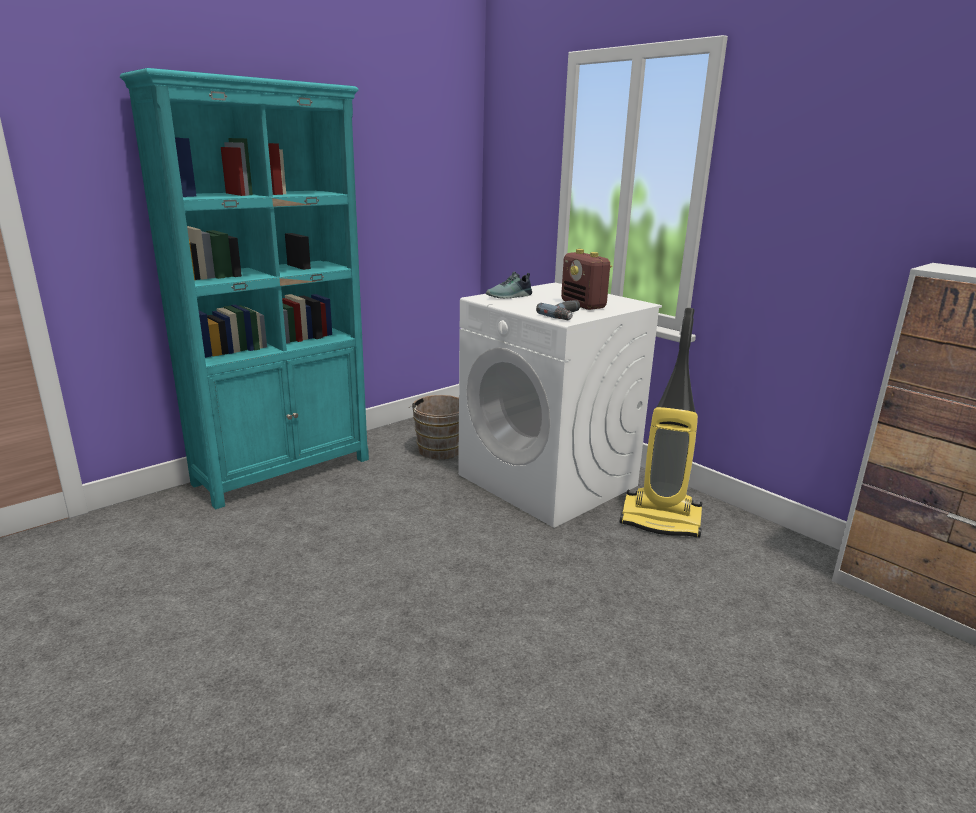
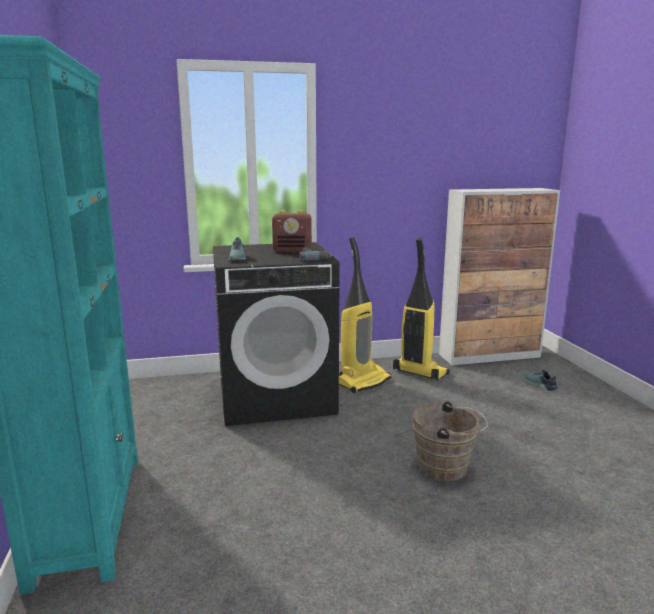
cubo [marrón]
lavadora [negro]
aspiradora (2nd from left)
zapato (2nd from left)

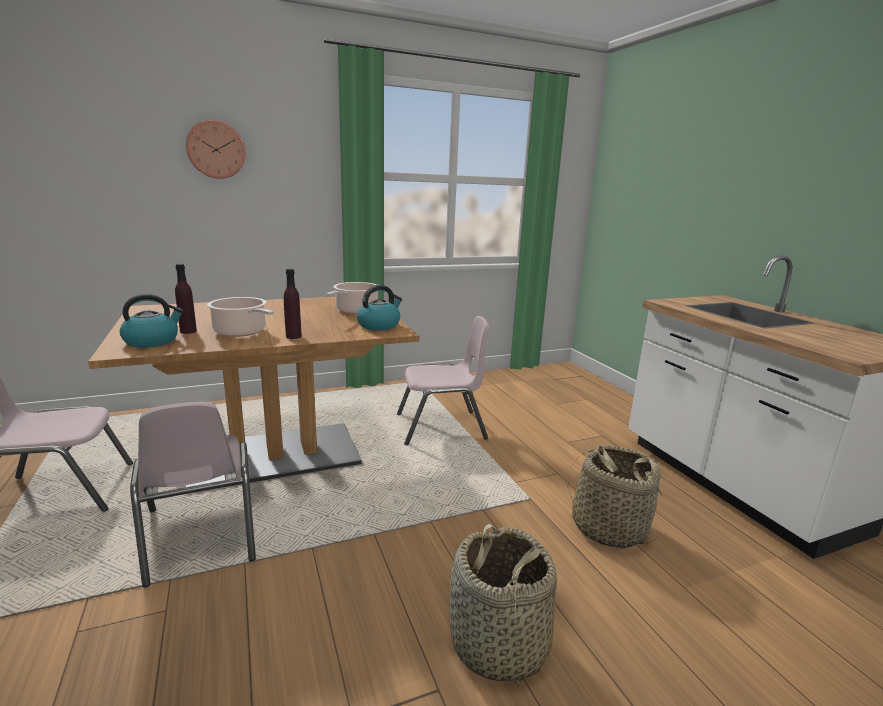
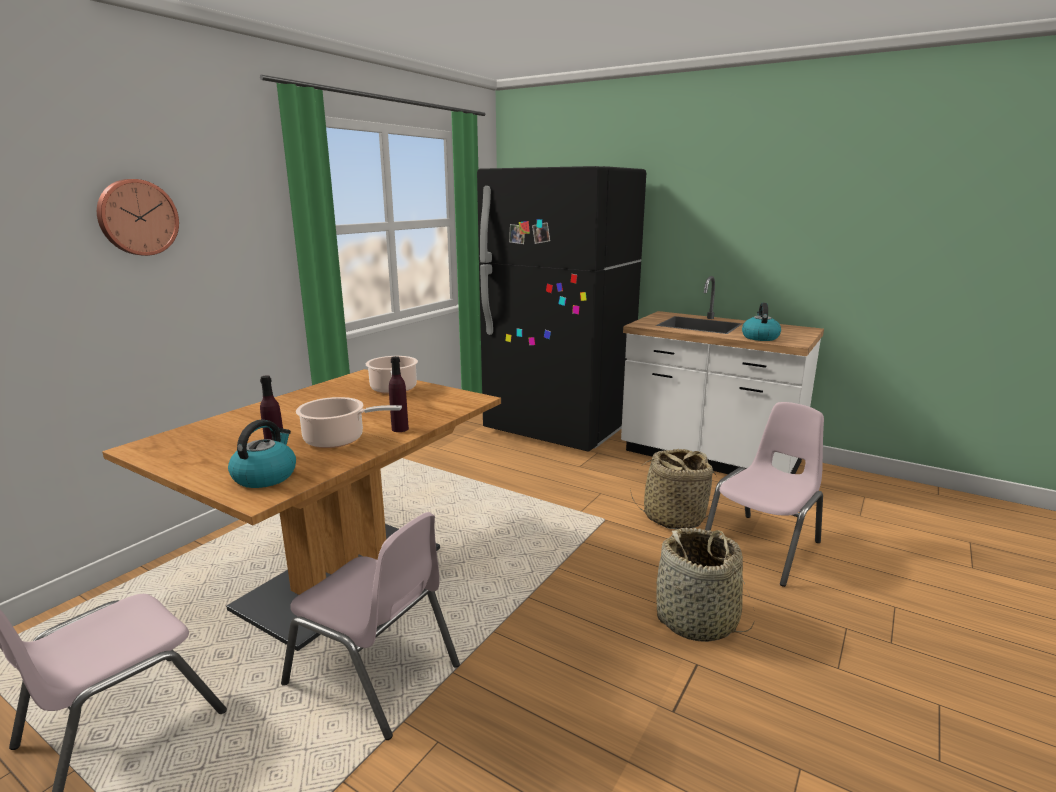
hervidor (2nd from left)
silla [rosa] (3rd from left)
nevera [negro]

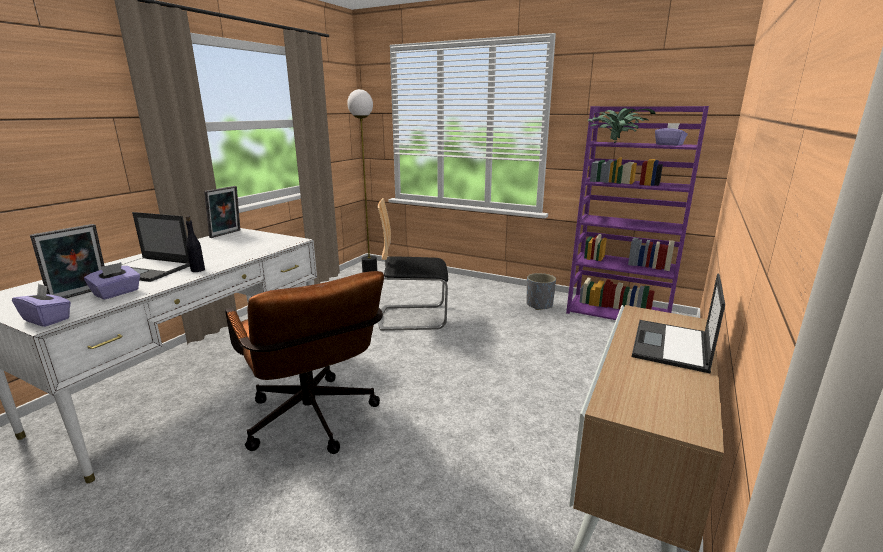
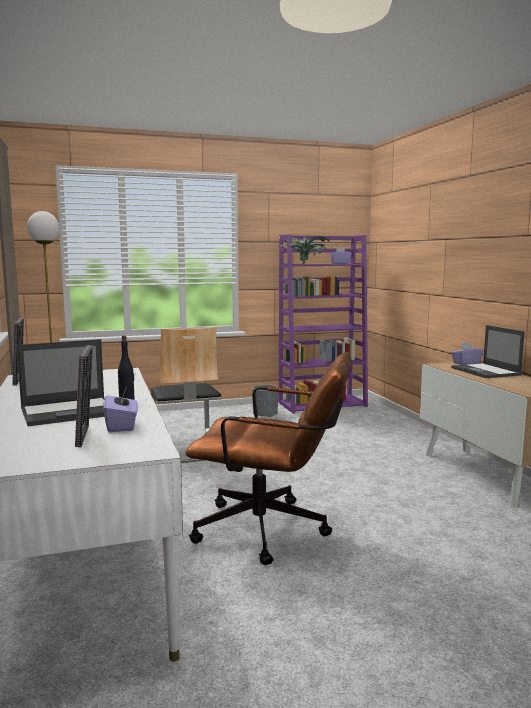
caja de pañuelos [morado] (3rd from left)
silla

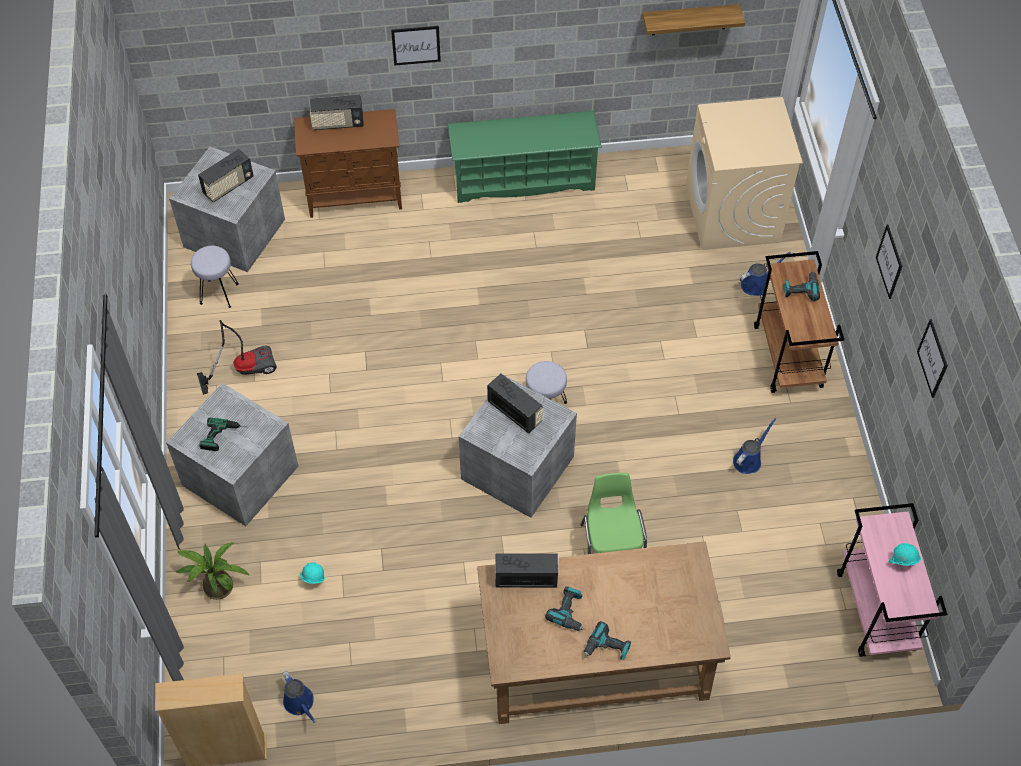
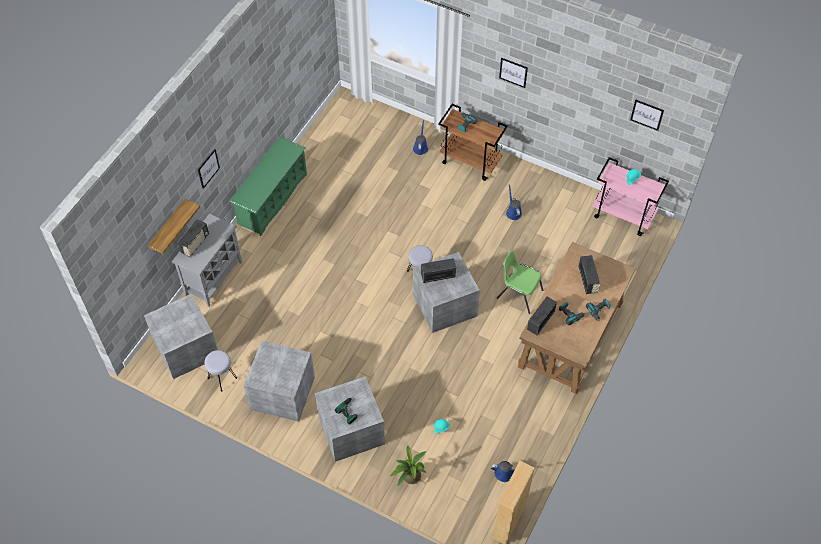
caja de almacenaje [gris] (2nd from left)
radio (4th from left)
armario [gris]
estante
lavadora [beis]
cuadro (3rd from left)

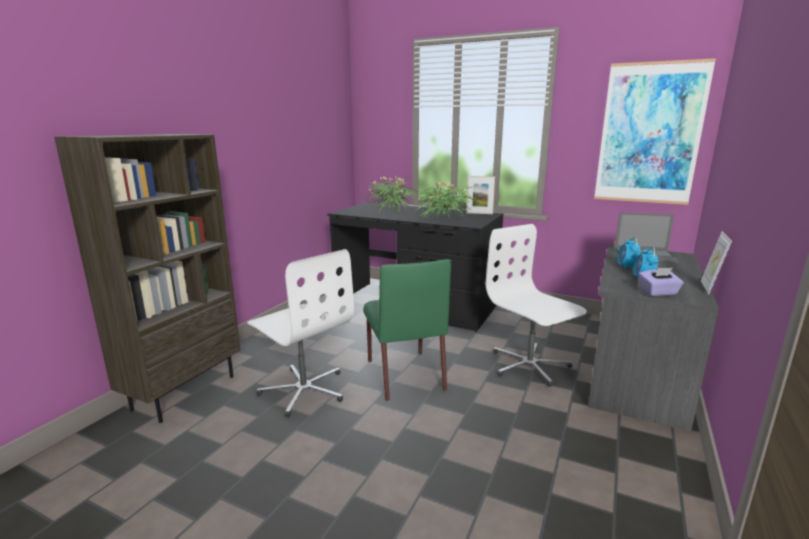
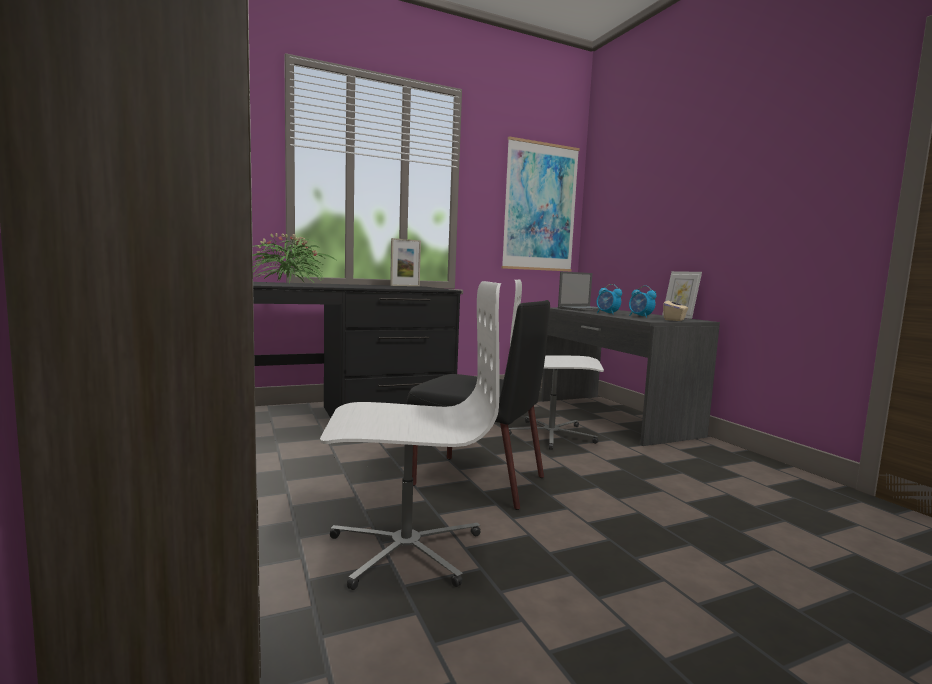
silla [negro]
planta en maceta (2nd from left in the first image)
caja de pañuelos [beis]

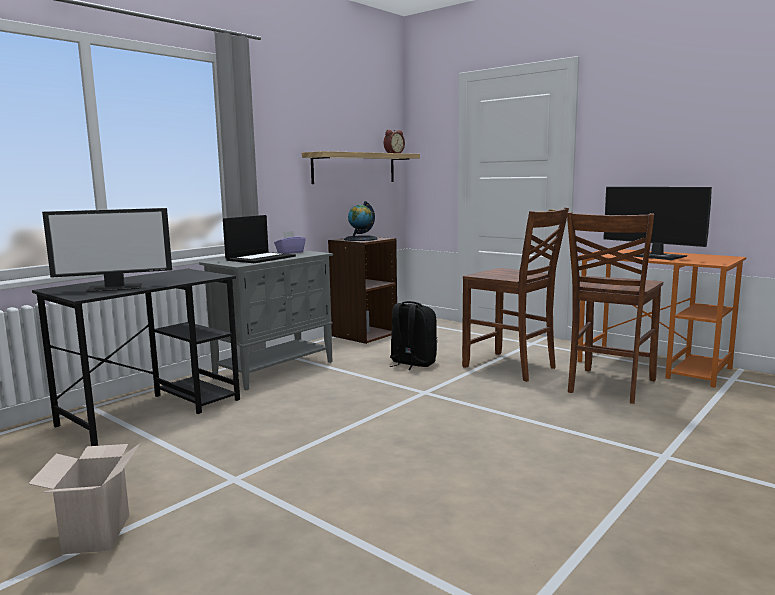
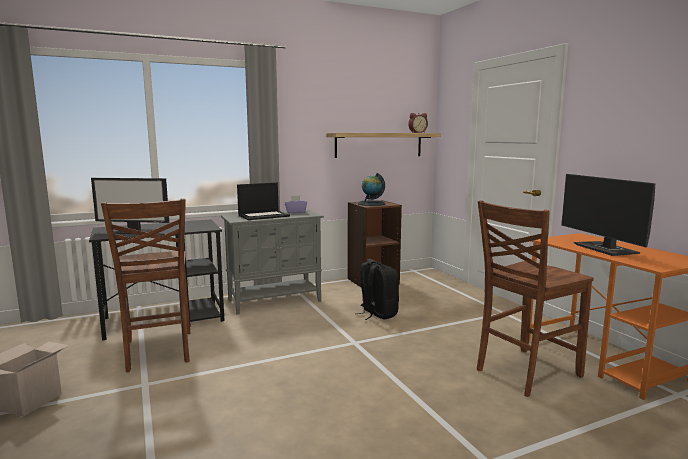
silla [marrón] (1st from left)

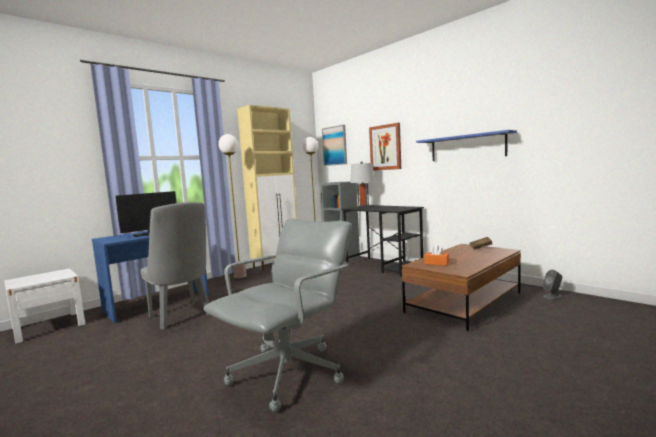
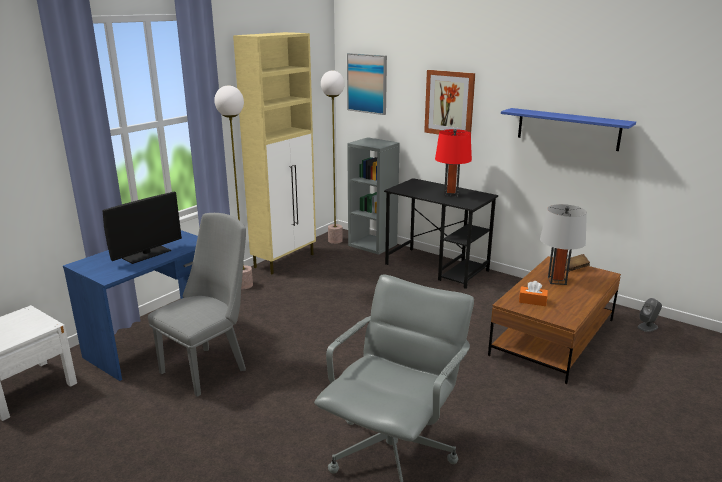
silla [gris]
lámpara de mesa [gris]
lámpara de mesa [rojo]

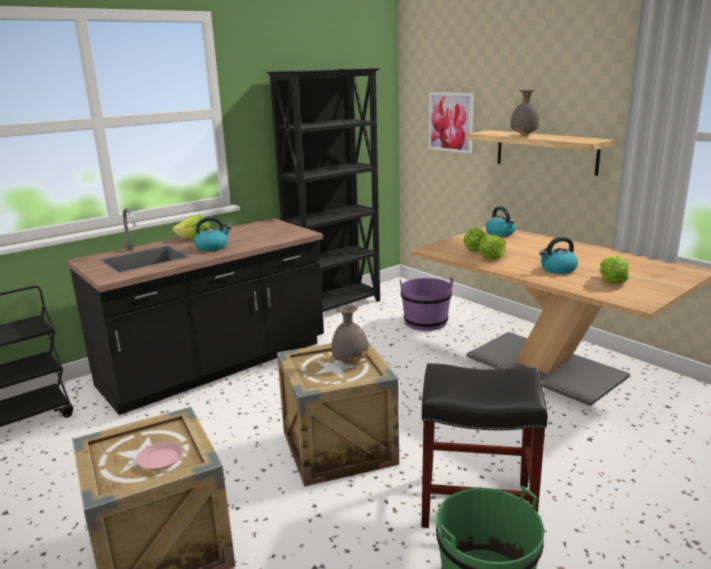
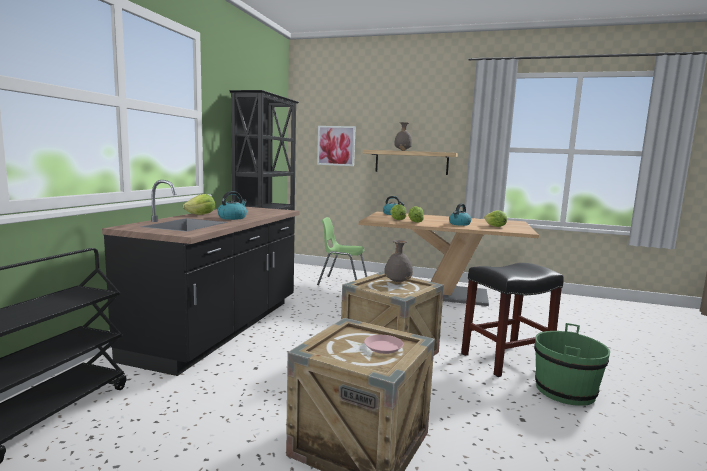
silla [verde]

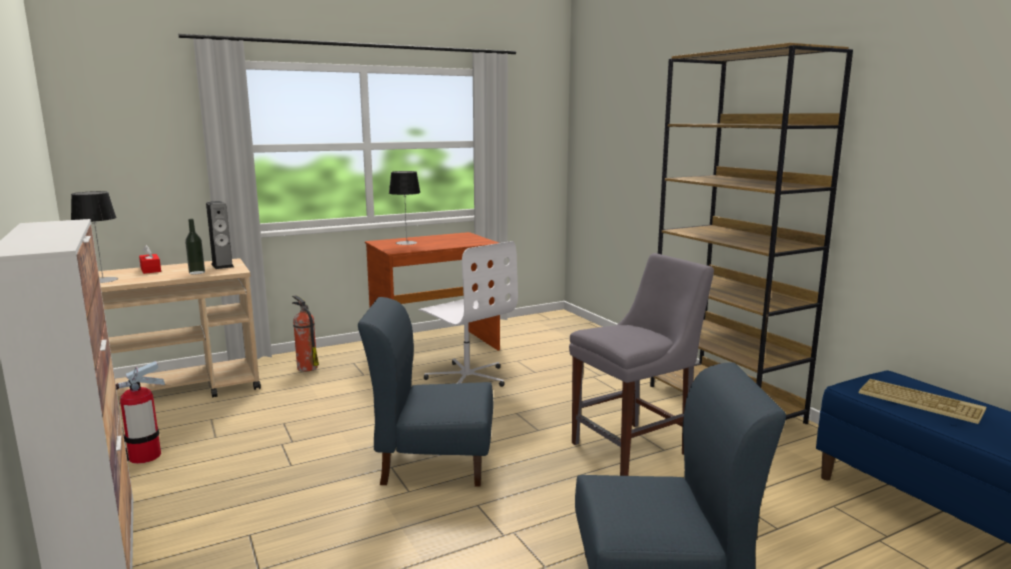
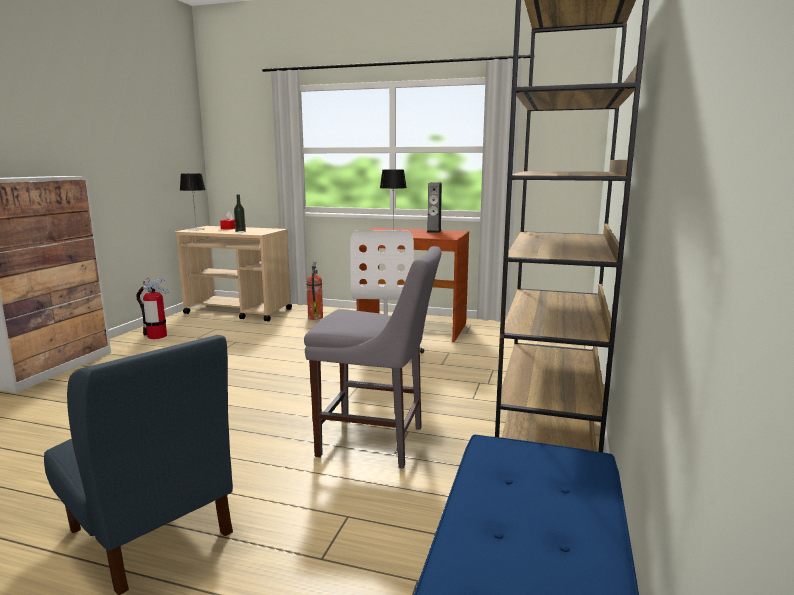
altavoz
silla [azul] (1st from left in the first image)
teclado

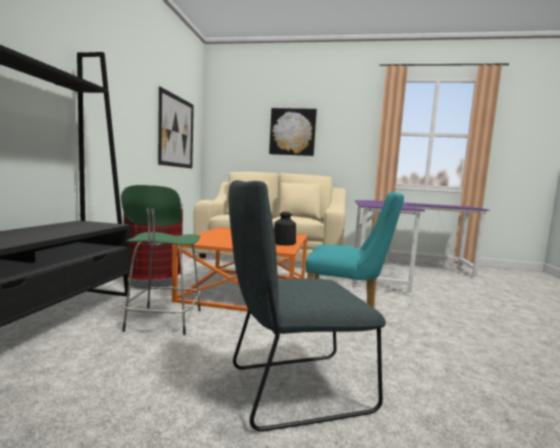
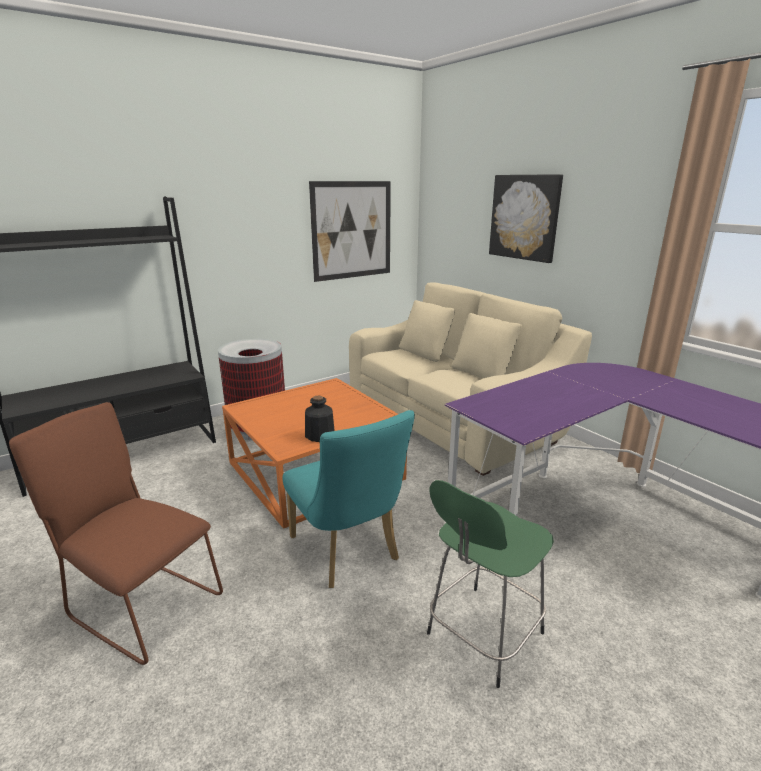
taburete [verde]
silla [marrón]

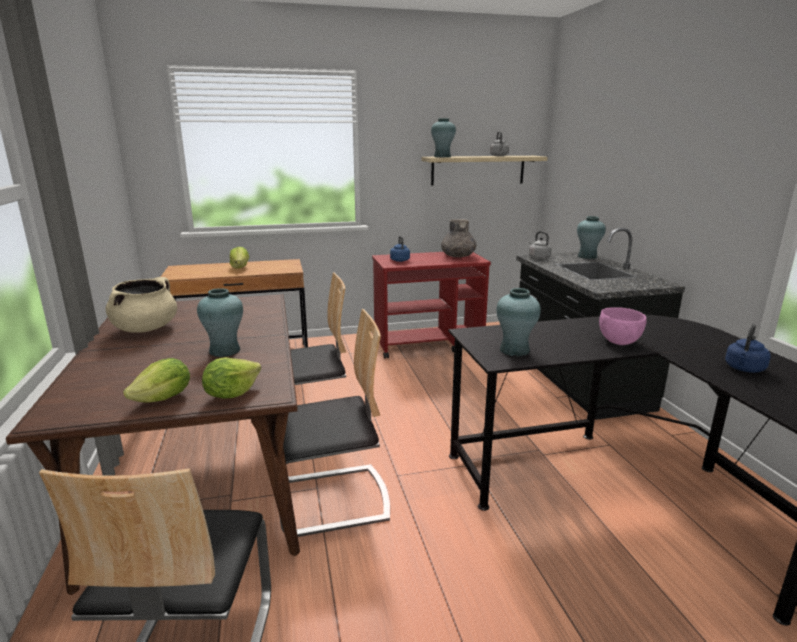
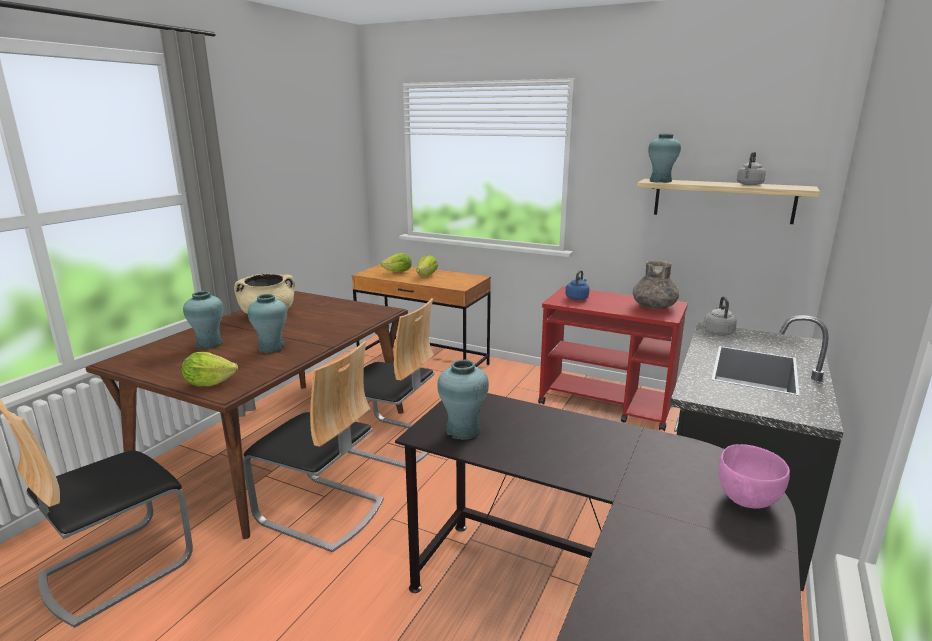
lechuga (2nd from left)
florero [turquesa] (1st from left)
cuenco [rosa]
hervidor [azul] (2nd from left in the first image)

